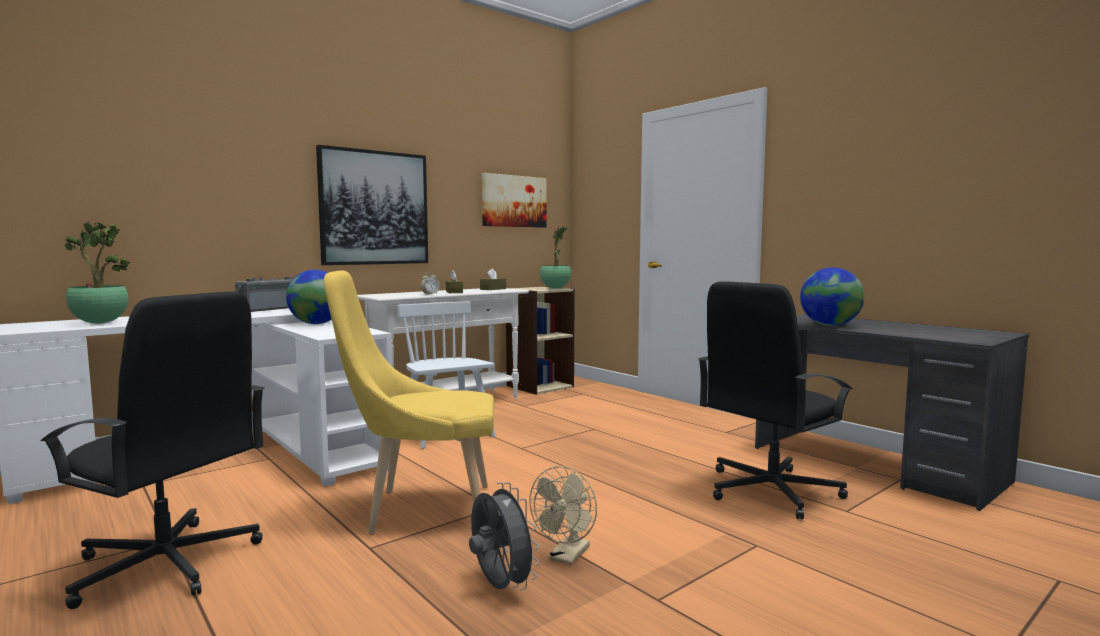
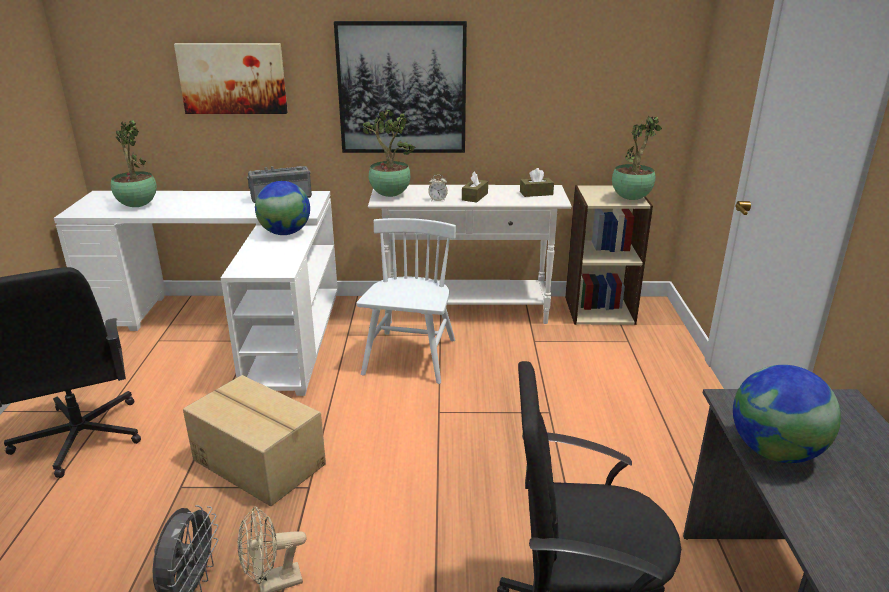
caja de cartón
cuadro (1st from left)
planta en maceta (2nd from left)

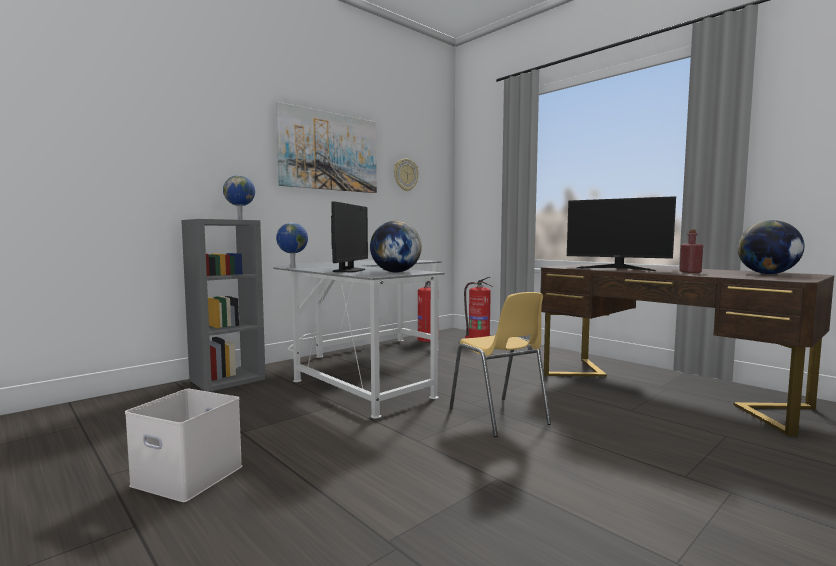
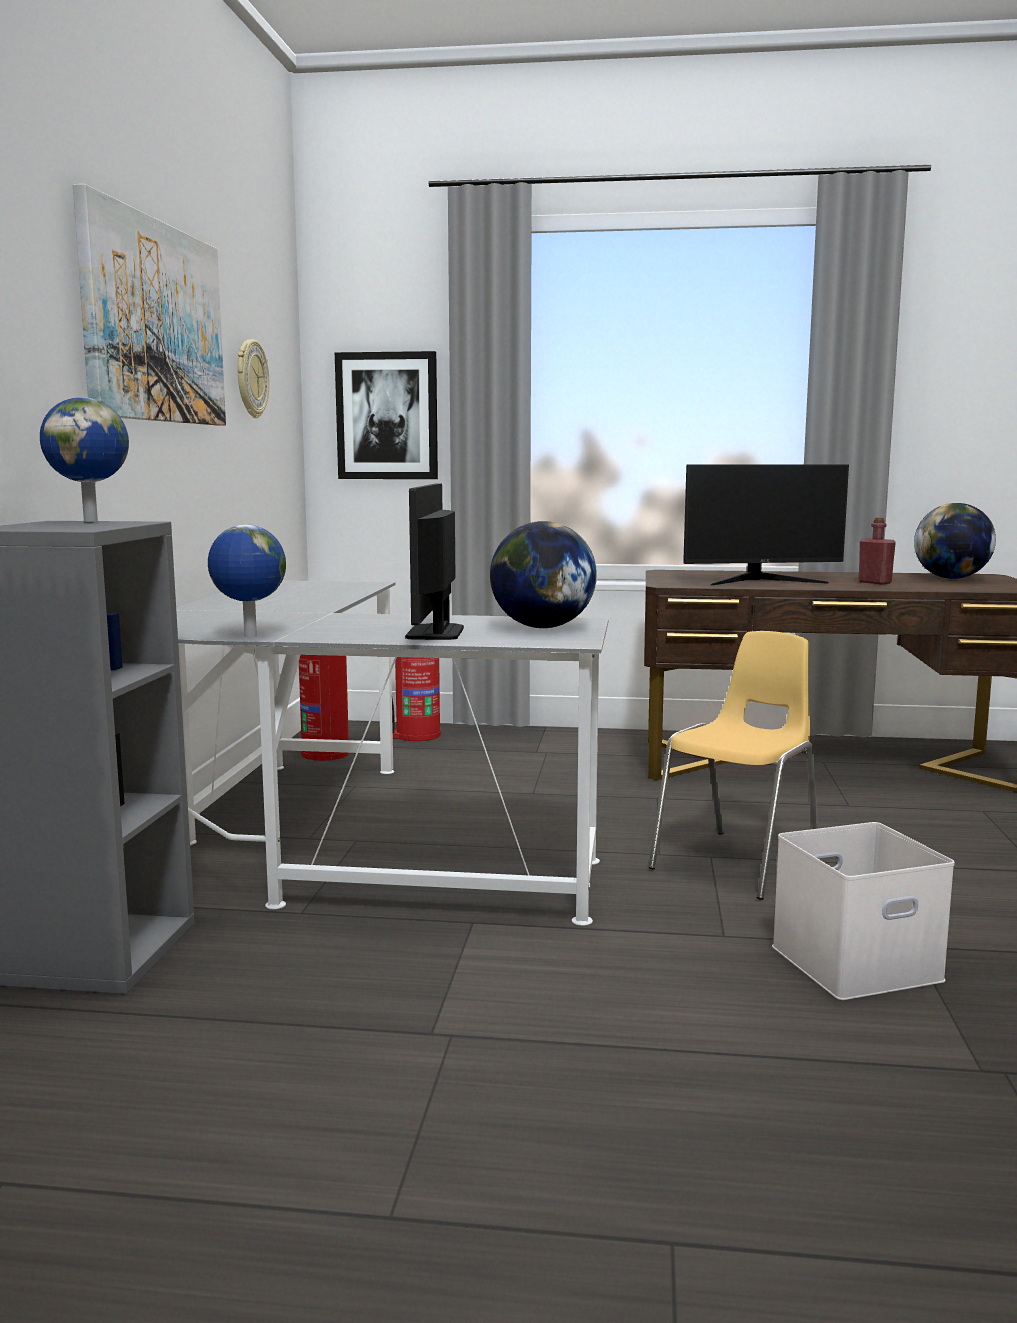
caja de almacenaje [blanco]
monitor (1st from left)
silla [amarillo]
cuadro (2nd from left)

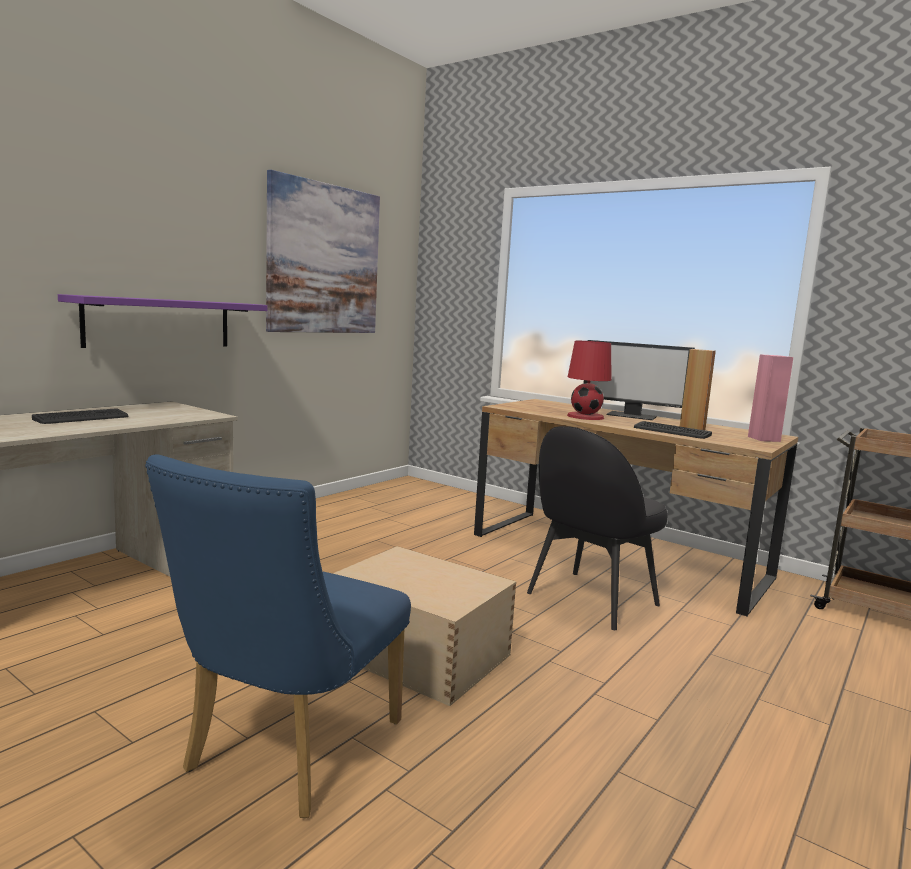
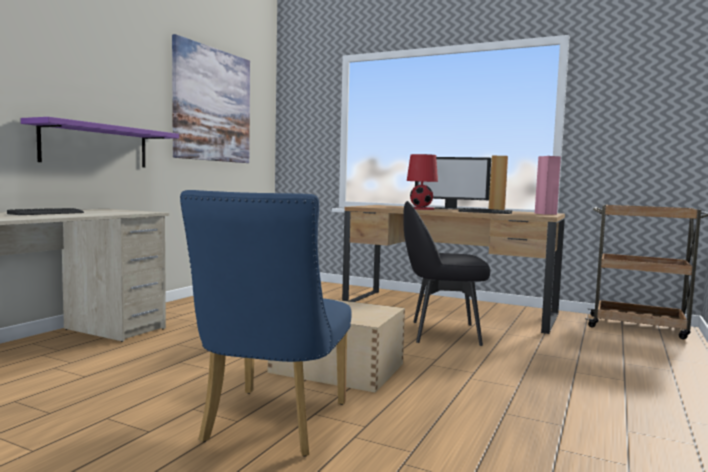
silla [negro]

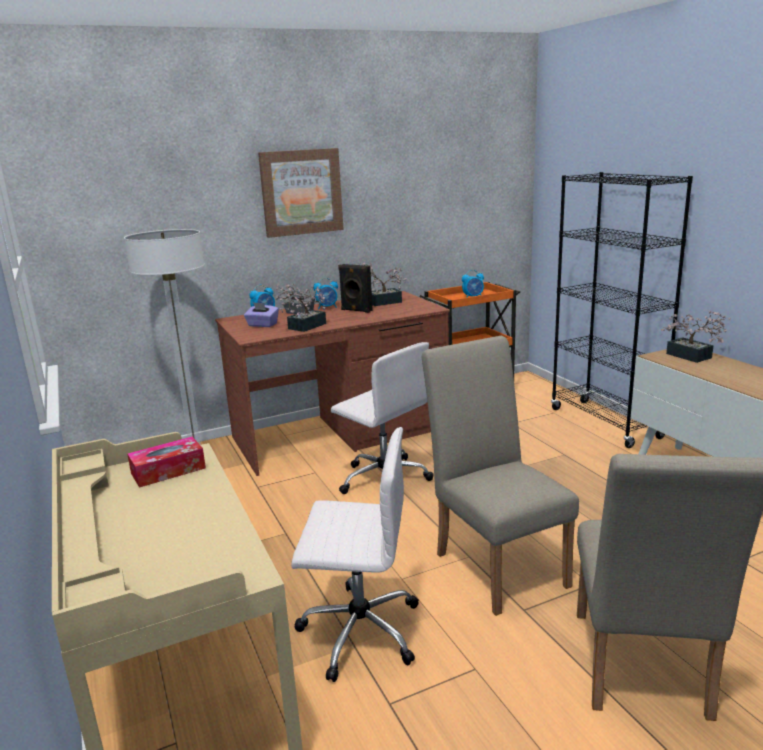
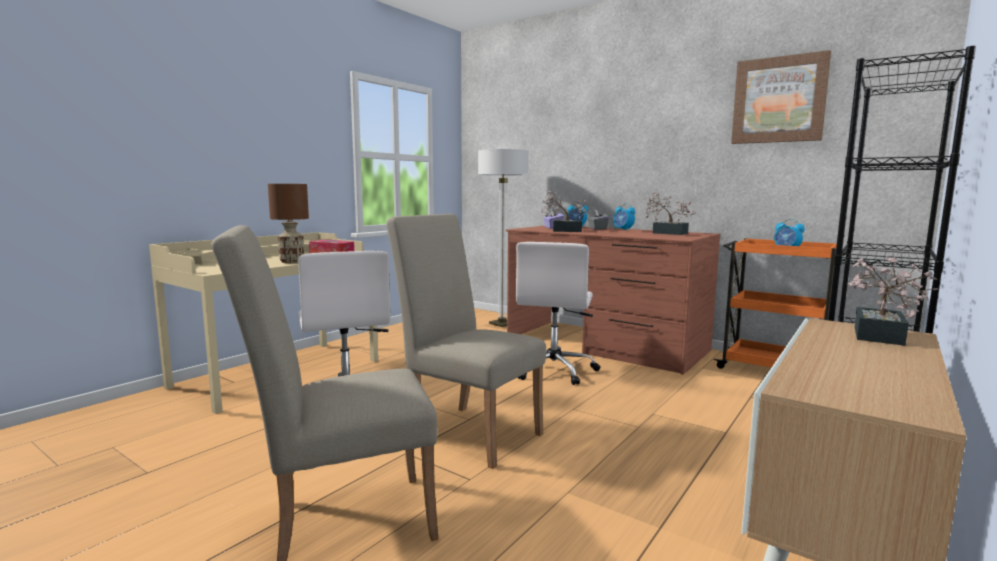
cuadro
altavoz [negro]
silla [beis] (2nd from left)
lámpara de mesa [marrón]

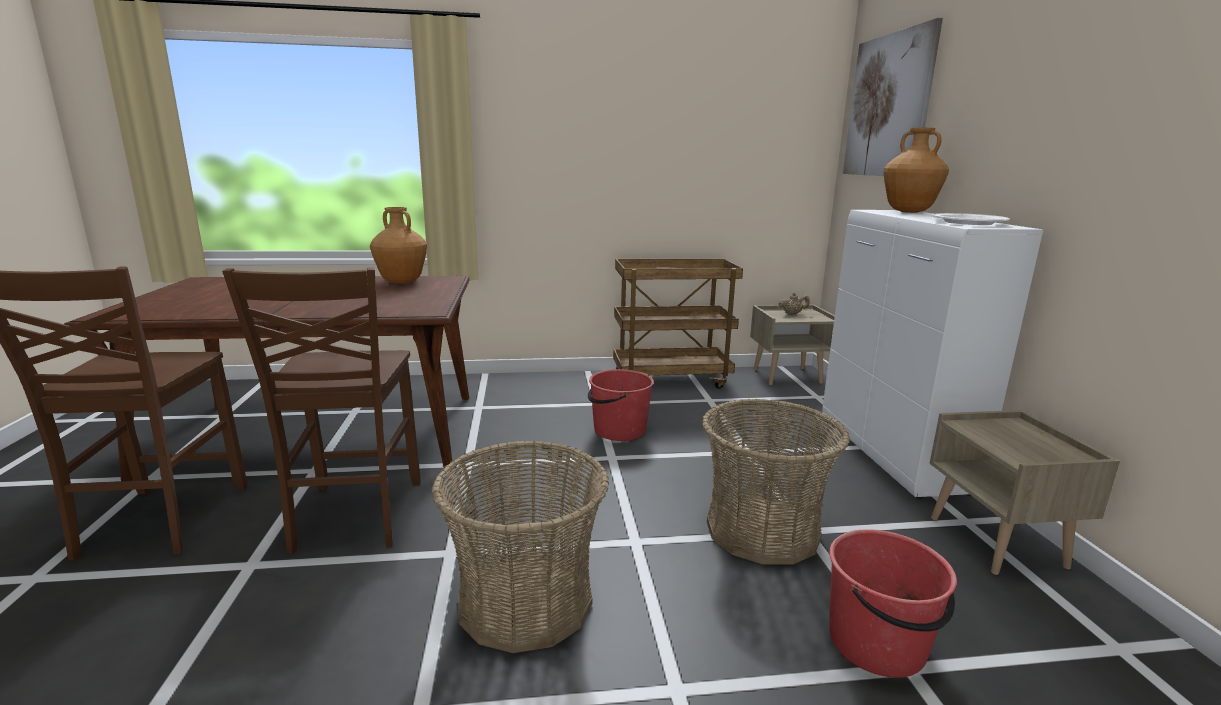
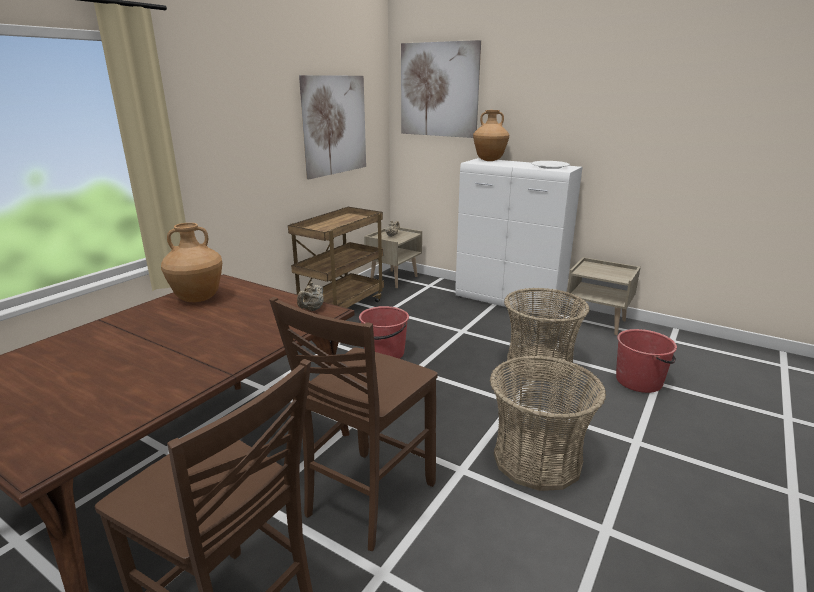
silla [marrón] (2nd from left)
tetera [beis] (1st from left)
cuadro (1st from left)

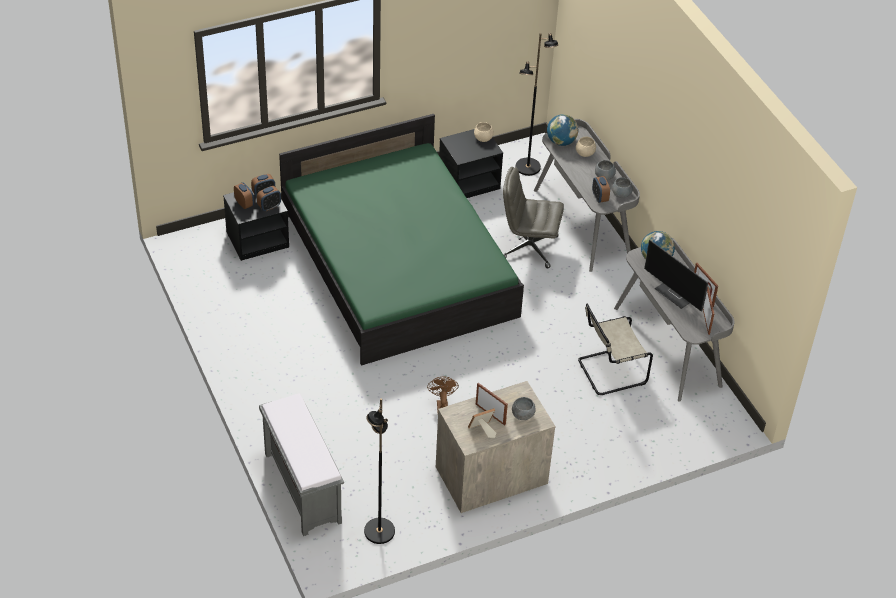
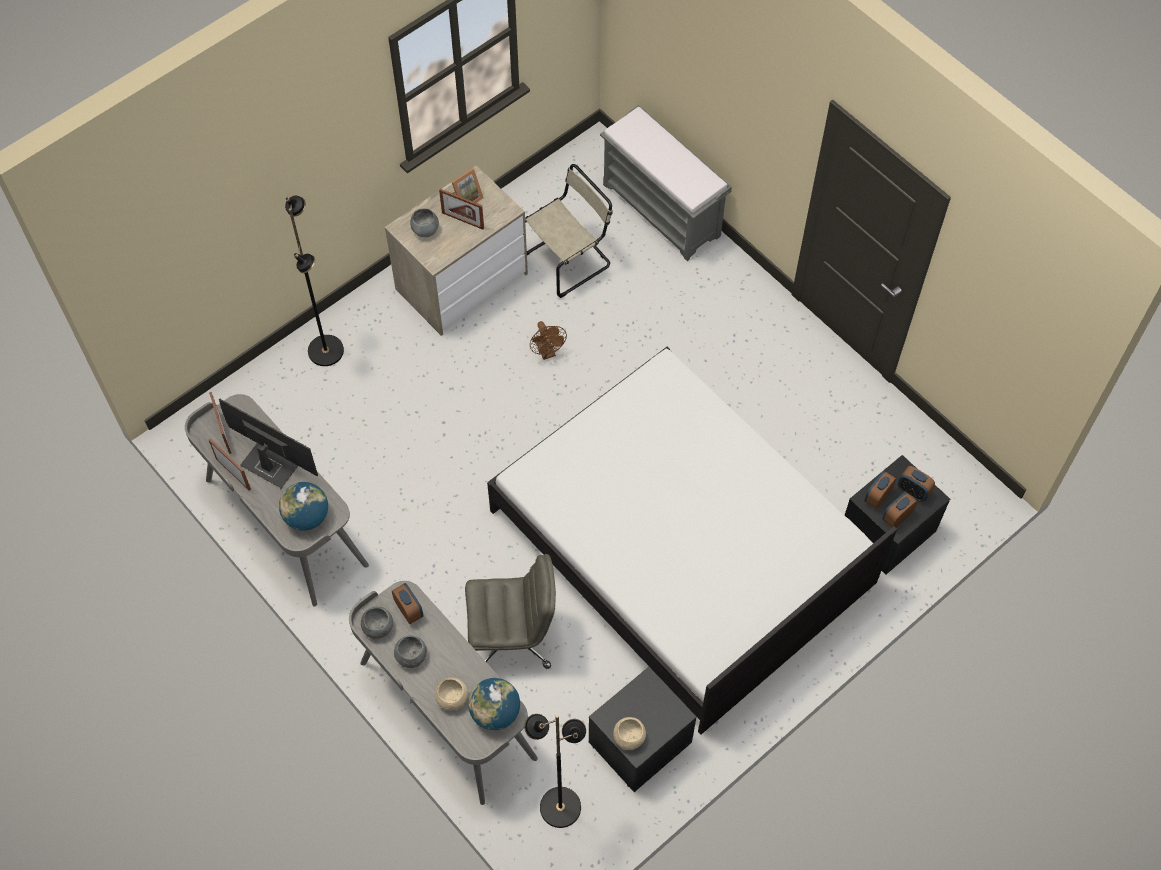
cama [blanco]
lámpara de pie [negro] (1st from left)
silla [beis]

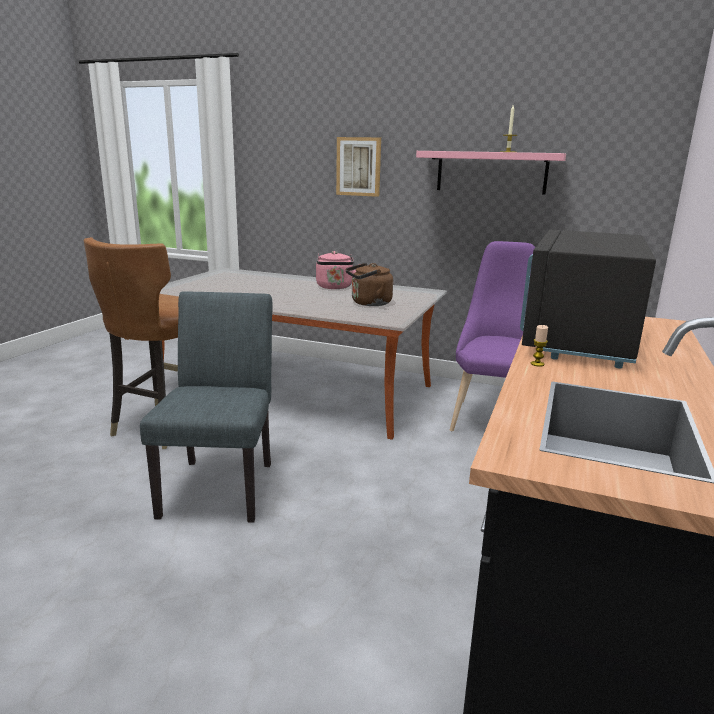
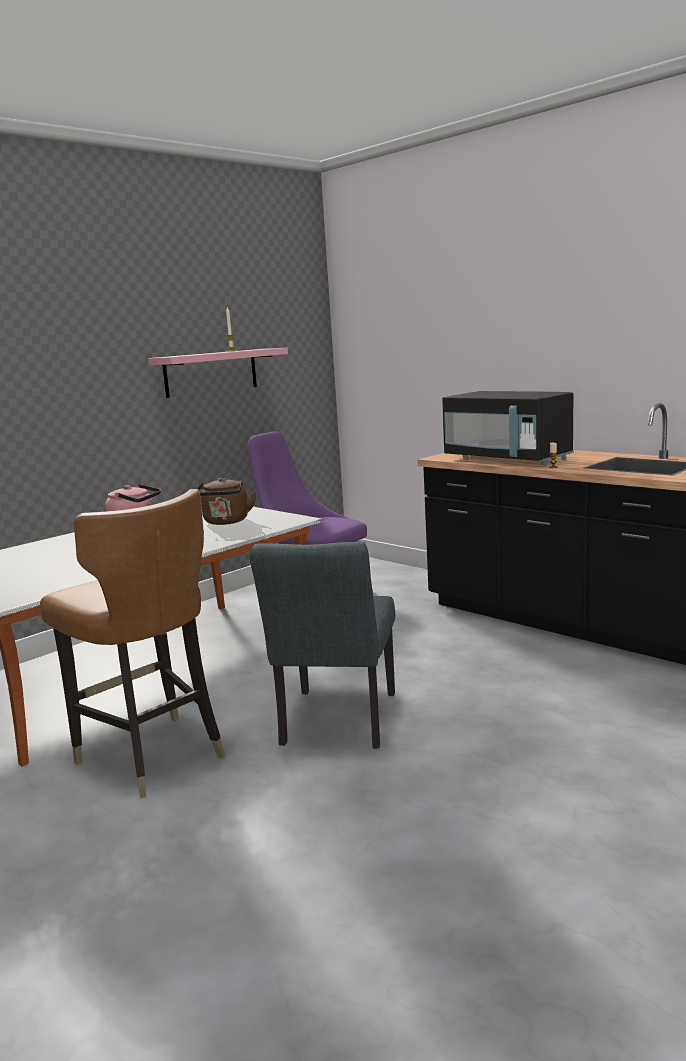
silla [gris]
cuadro

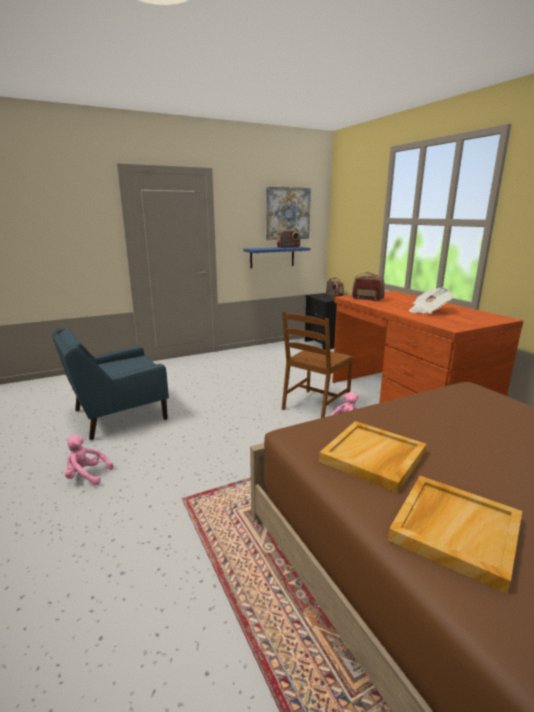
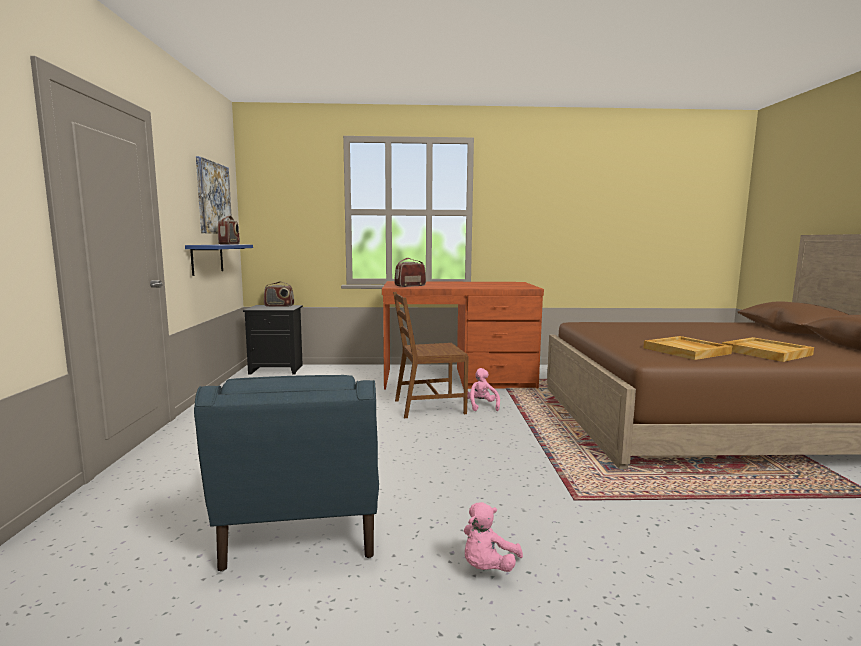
silla [marrón]
periódico

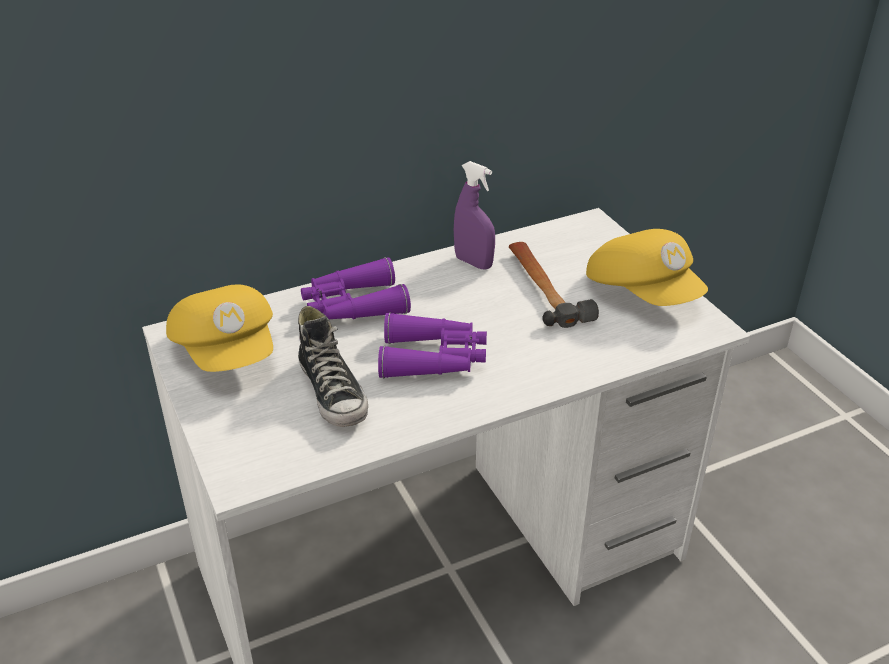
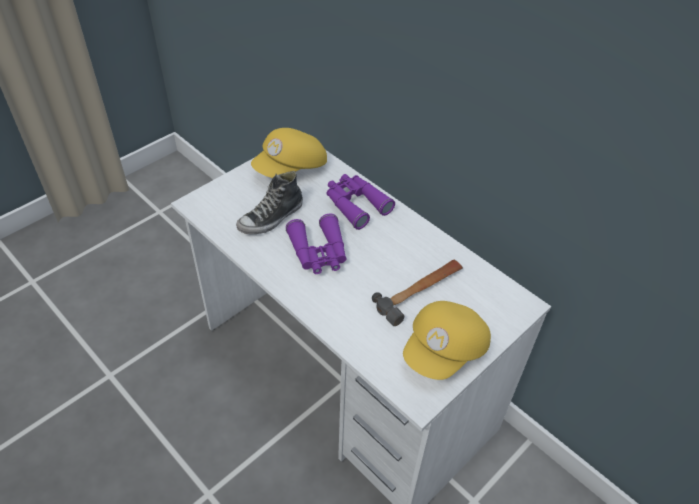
pulverizador [morado]

